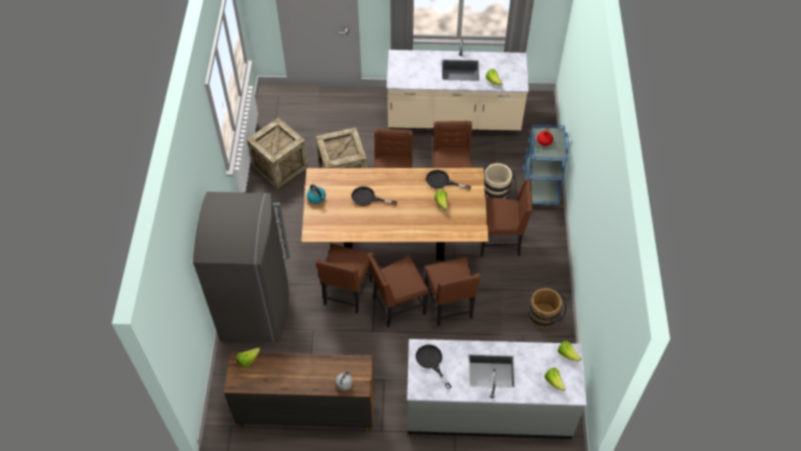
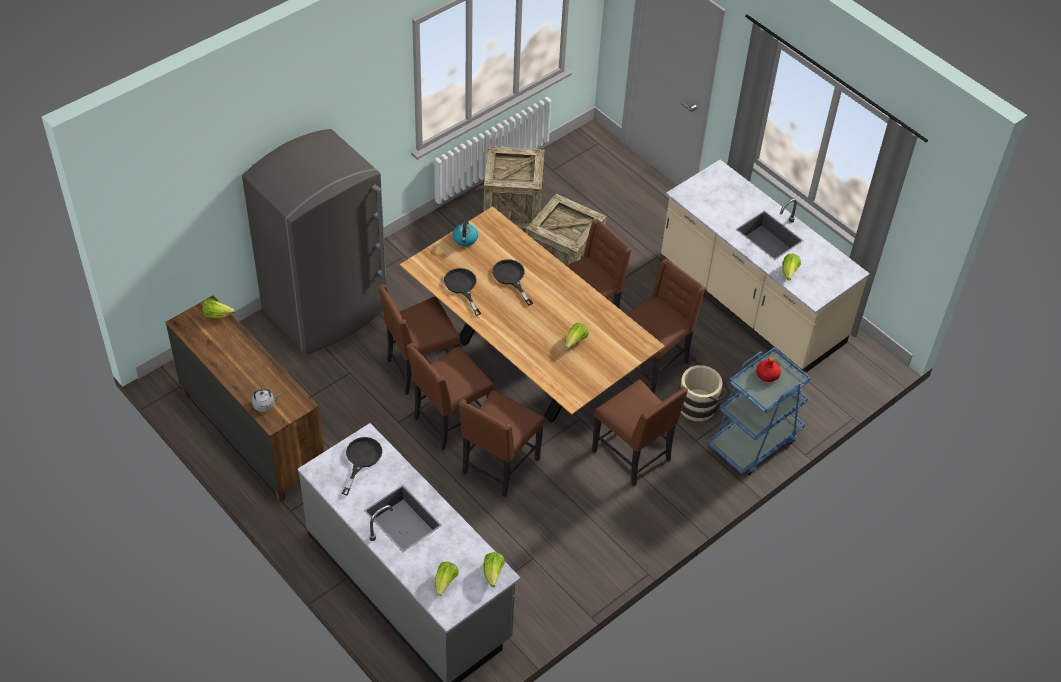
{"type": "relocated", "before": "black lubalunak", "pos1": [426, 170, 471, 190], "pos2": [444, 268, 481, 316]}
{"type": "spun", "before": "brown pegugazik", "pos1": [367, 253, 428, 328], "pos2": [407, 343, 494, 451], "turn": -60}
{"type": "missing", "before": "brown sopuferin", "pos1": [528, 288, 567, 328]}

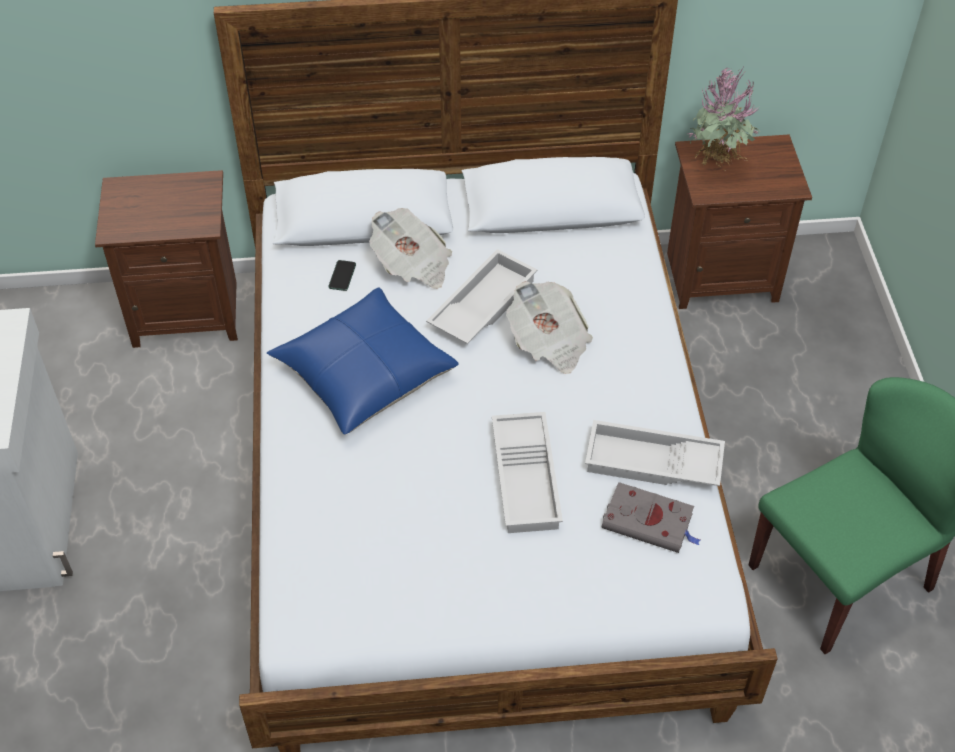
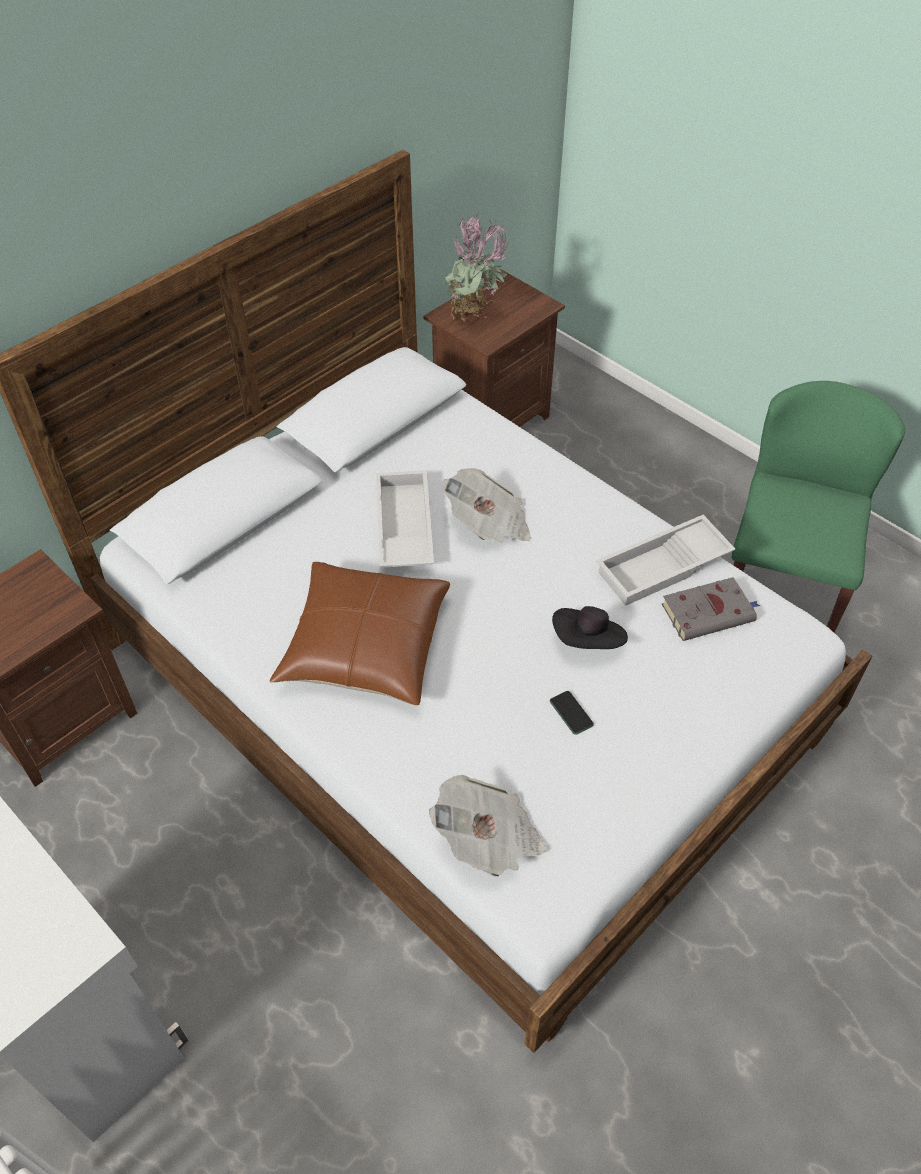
{"type": "relocated", "before": "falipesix", "pos1": [369, 208, 452, 289], "pos2": [429, 775, 546, 877]}
{"type": "relocated", "before": "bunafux", "pos1": [328, 260, 356, 291], "pos2": [550, 691, 594, 735]}
{"type": "colour", "before": "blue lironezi", "after": "brown lironezi", "pos1": [267, 287, 459, 435], "pos2": [270, 562, 450, 706]}
{"type": "exchanged", "before": "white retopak", "after": "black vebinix", "pos1": [492, 412, 563, 533], "pos2": [552, 606, 628, 649]}

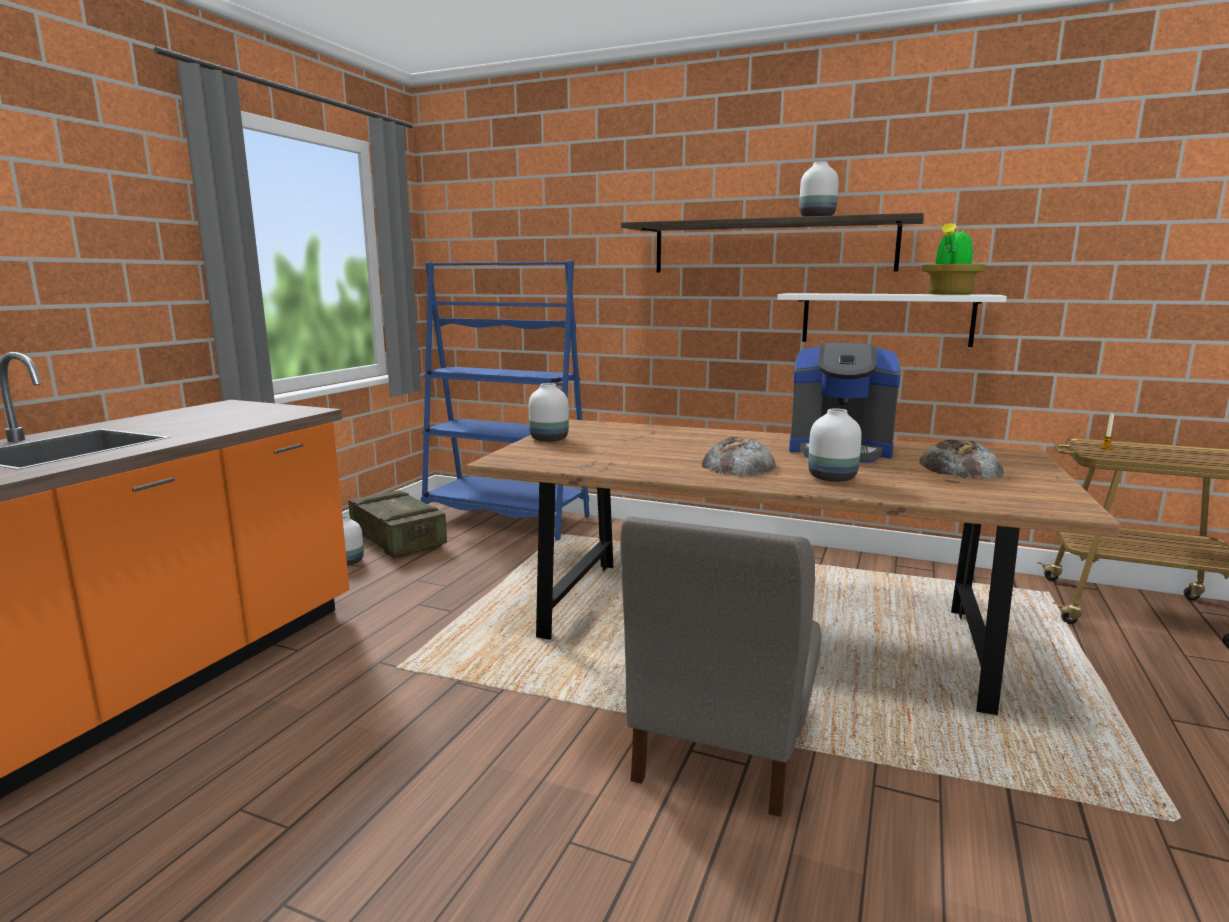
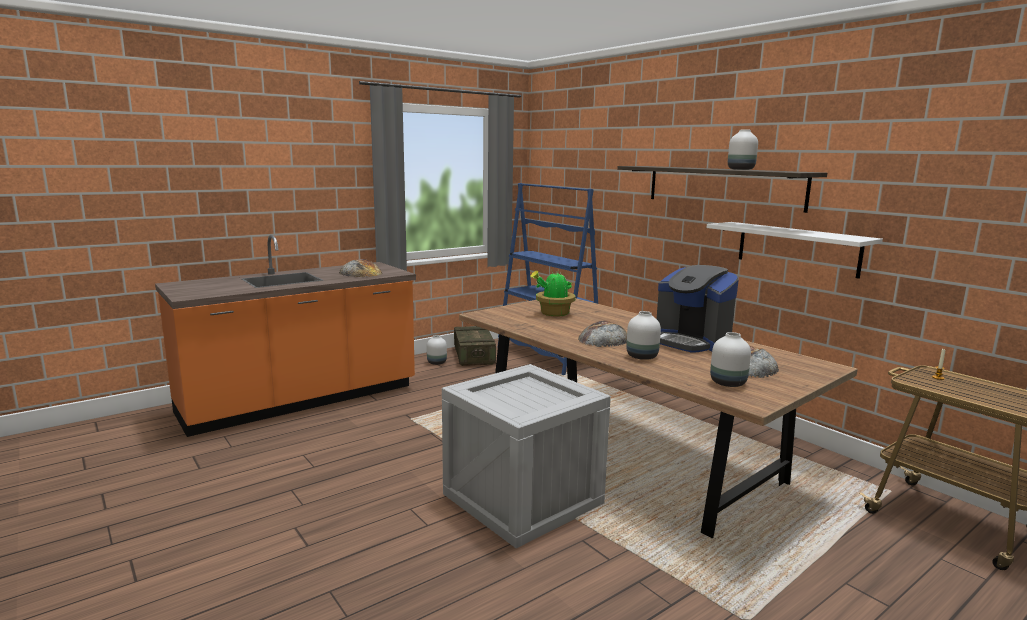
{"type": "relocated", "before": "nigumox", "pos1": [921, 223, 986, 295], "pos2": [531, 269, 576, 317]}
{"type": "relocated", "before": "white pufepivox", "pos1": [529, 383, 569, 442], "pos2": [710, 332, 751, 387]}
{"type": "exchanged", "before": "grey pegugazik", "after": "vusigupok", "pos1": [620, 516, 821, 817], "pos2": [442, 364, 611, 548]}
{"type": "appeared", "after": "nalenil", "pos2": [339, 259, 382, 277]}

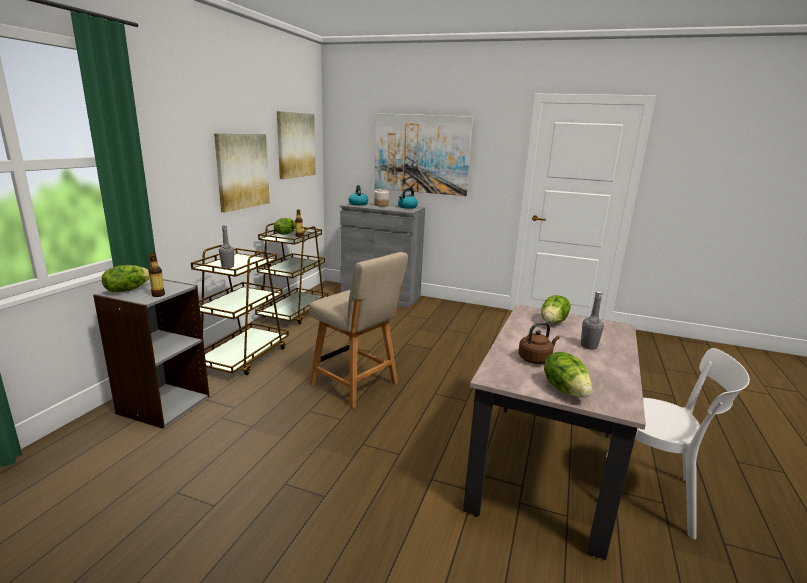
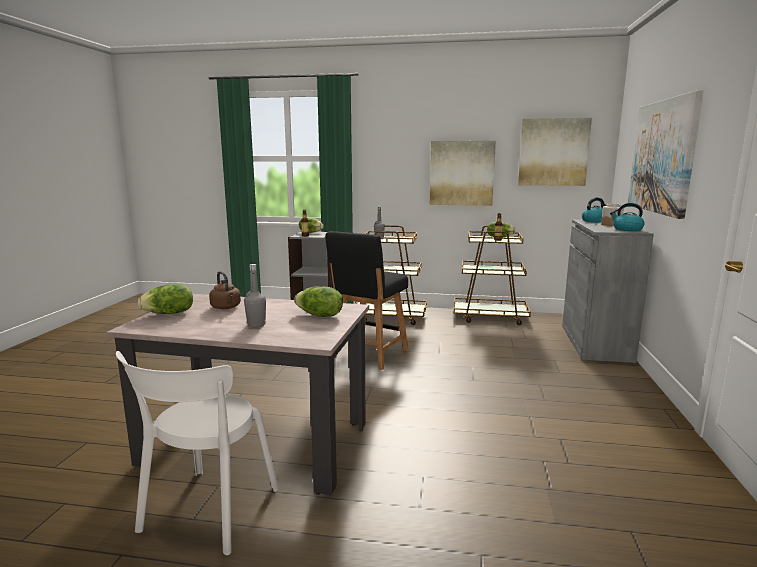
{"type": "colour", "before": "beige pegugazik", "after": "black pegugazik", "pos1": [309, 252, 408, 408], "pos2": [325, 231, 409, 370]}

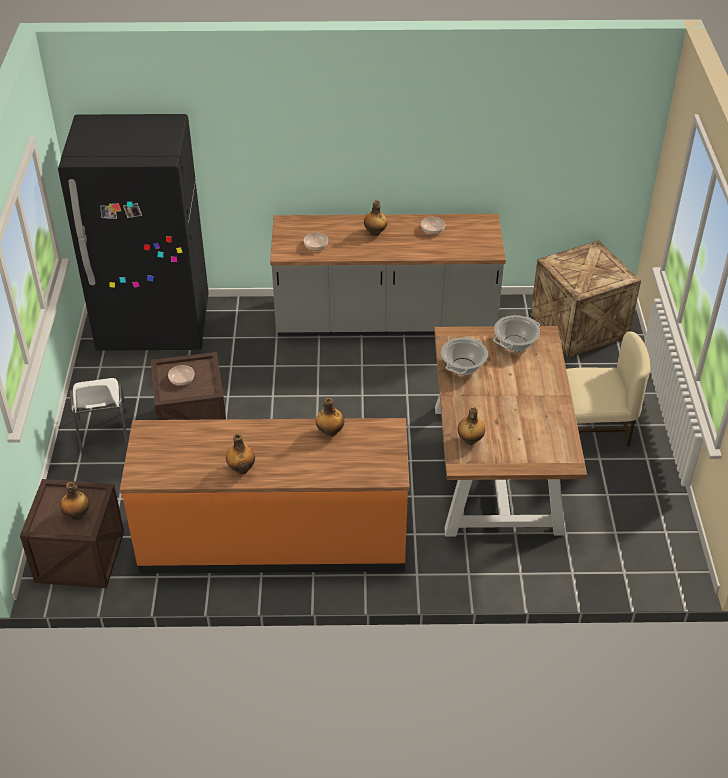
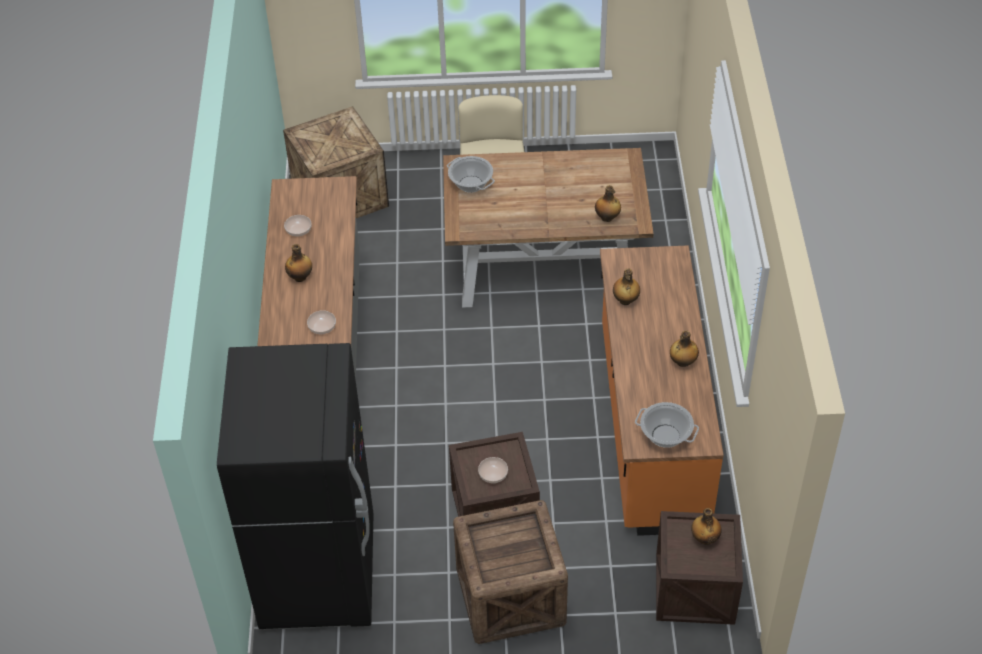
{"type": "relocated", "before": "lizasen", "pos1": [441, 337, 488, 375], "pos2": [635, 402, 699, 448]}
{"type": "exchanged", "before": "white pegugazik", "after": "vusigupok", "pos1": [70, 378, 128, 455], "pos2": [453, 500, 568, 644]}

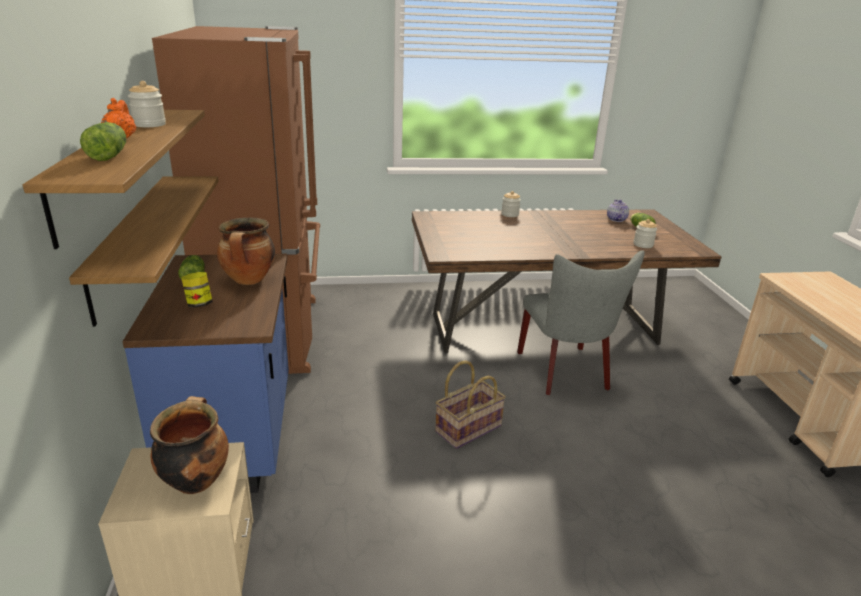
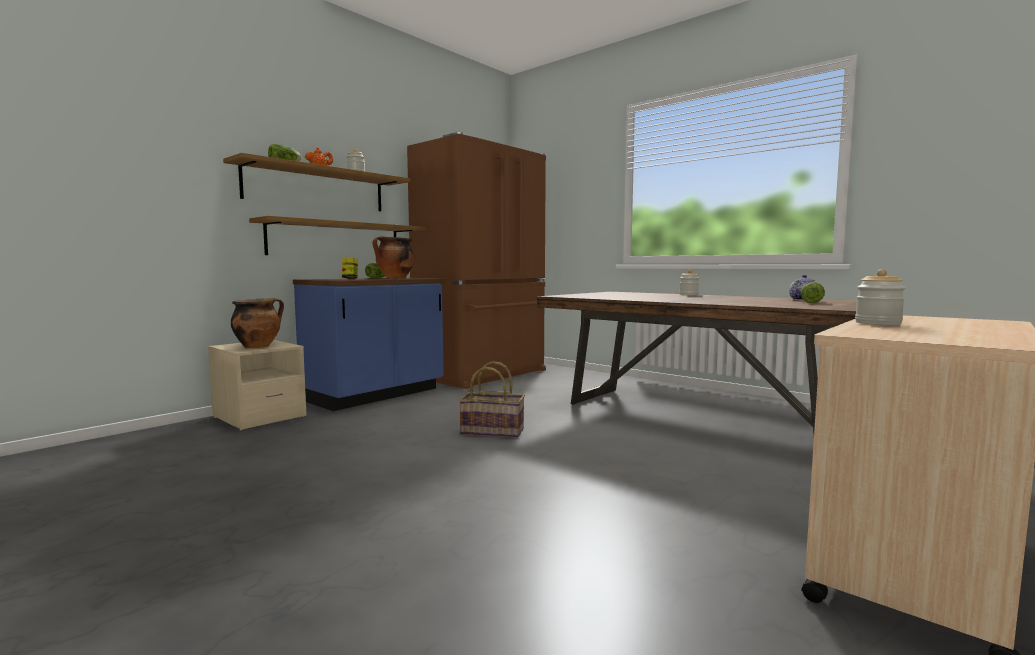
{"type": "relocated", "before": "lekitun", "pos1": [633, 219, 657, 248], "pos2": [855, 269, 905, 325]}
{"type": "missing", "before": "grey pegugazik", "pos1": [517, 250, 645, 395]}

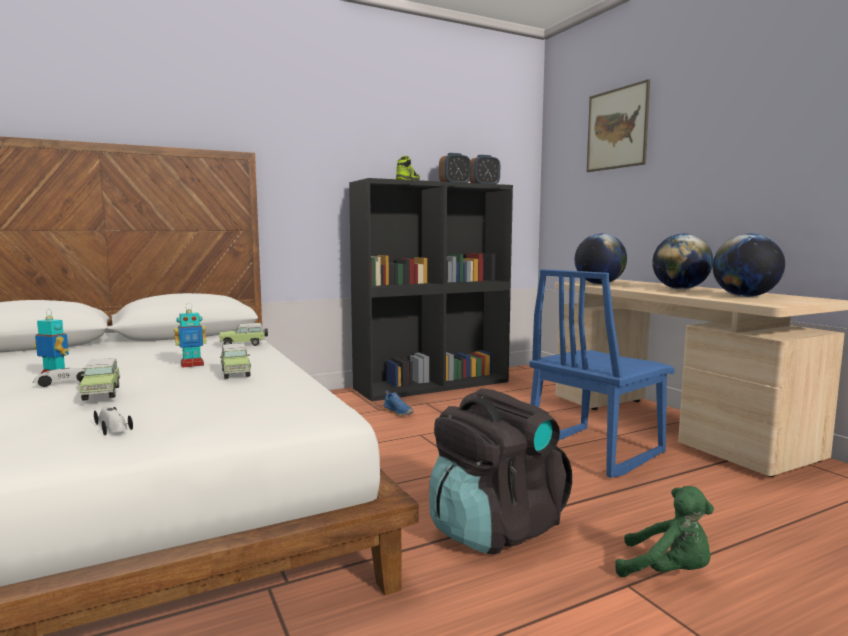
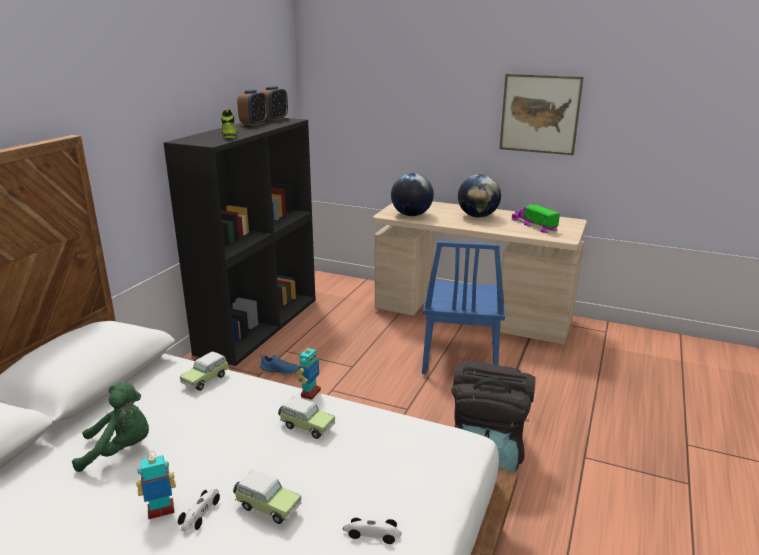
{"type": "relocated", "before": "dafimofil", "pos1": [587, 79, 650, 172], "pos2": [499, 74, 584, 155]}
{"type": "exchanged", "before": "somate", "after": "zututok", "pos1": [713, 233, 785, 297], "pos2": [511, 204, 560, 233]}
{"type": "relocated", "before": "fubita", "pos1": [174, 303, 206, 368], "pos2": [297, 345, 321, 400]}
{"type": "relocated", "before": "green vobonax", "pos1": [615, 486, 714, 577], "pos2": [72, 382, 149, 472]}

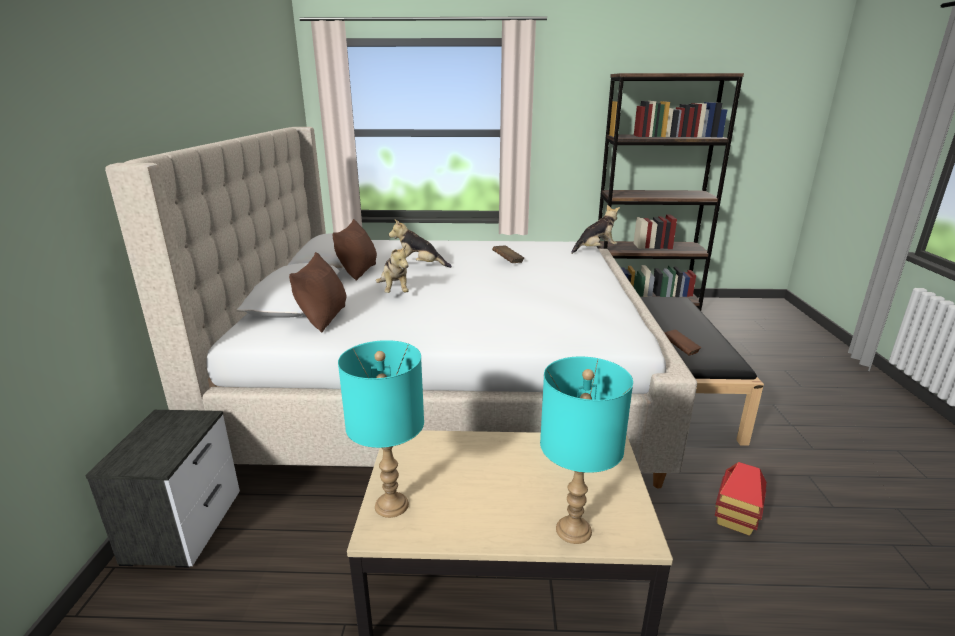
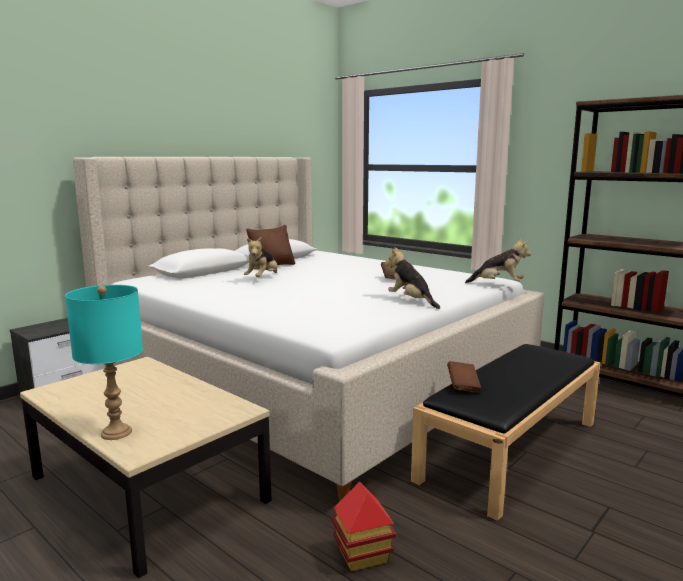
{"type": "relocated", "before": "vobonax", "pos1": [389, 219, 452, 268], "pos2": [385, 247, 440, 309]}
{"type": "missing", "before": "brown lironezi", "pos1": [289, 252, 346, 332]}
{"type": "missing", "before": "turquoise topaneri", "pos1": [338, 340, 424, 518]}

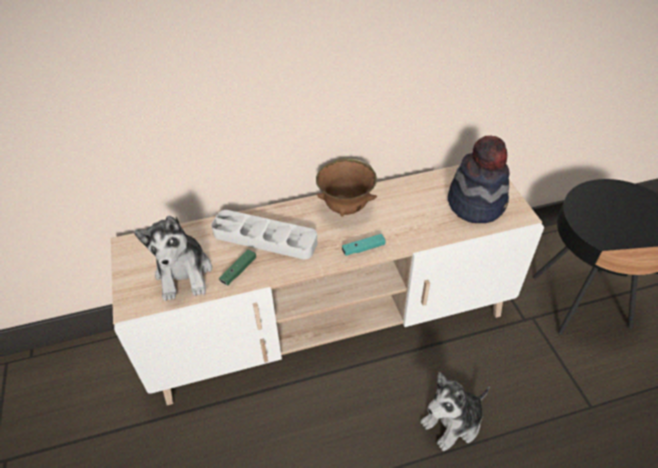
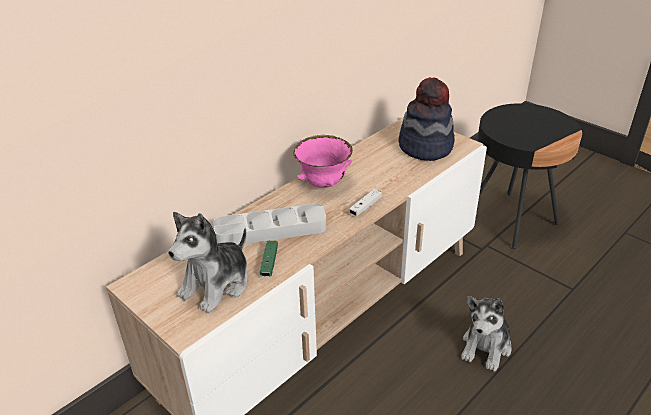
{"type": "colour", "before": "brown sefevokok", "after": "pink sefevokok", "pos1": [316, 158, 377, 217], "pos2": [293, 135, 353, 188]}
{"type": "spun", "before": "vobonax", "pos1": [134, 215, 212, 301], "pos2": [168, 212, 248, 313], "turn": 75}
{"type": "colour", "before": "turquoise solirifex", "after": "white solirifex", "pos1": [342, 234, 386, 256], "pos2": [349, 189, 382, 216]}

